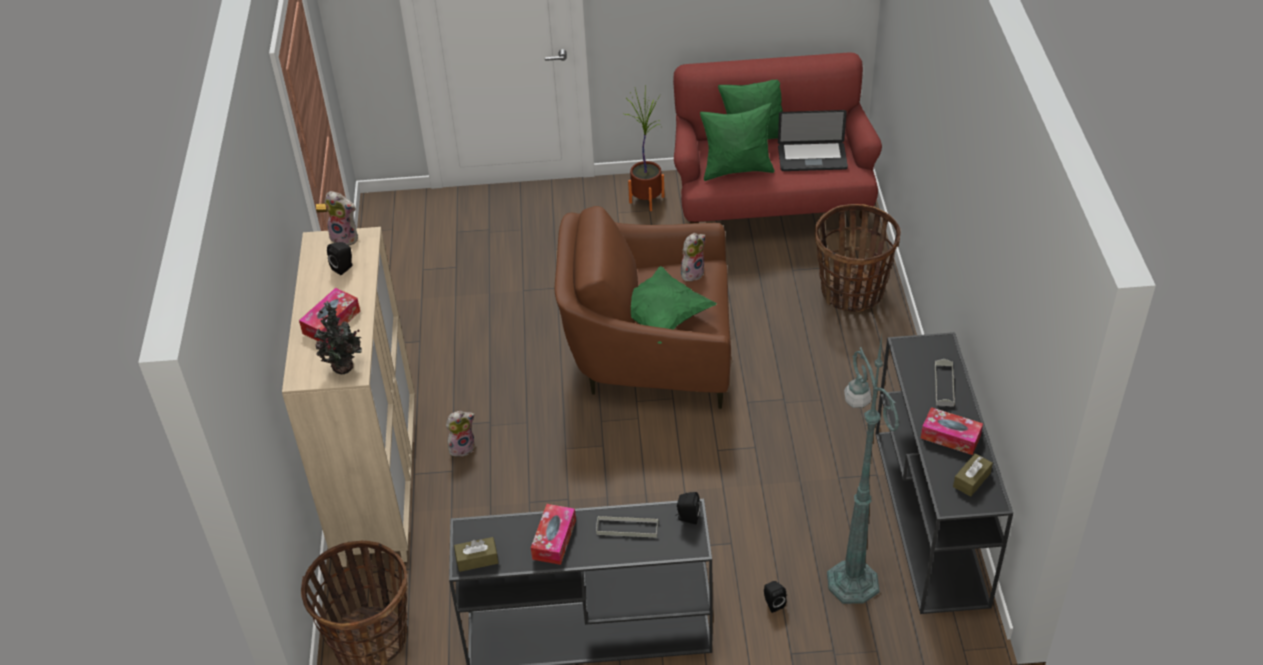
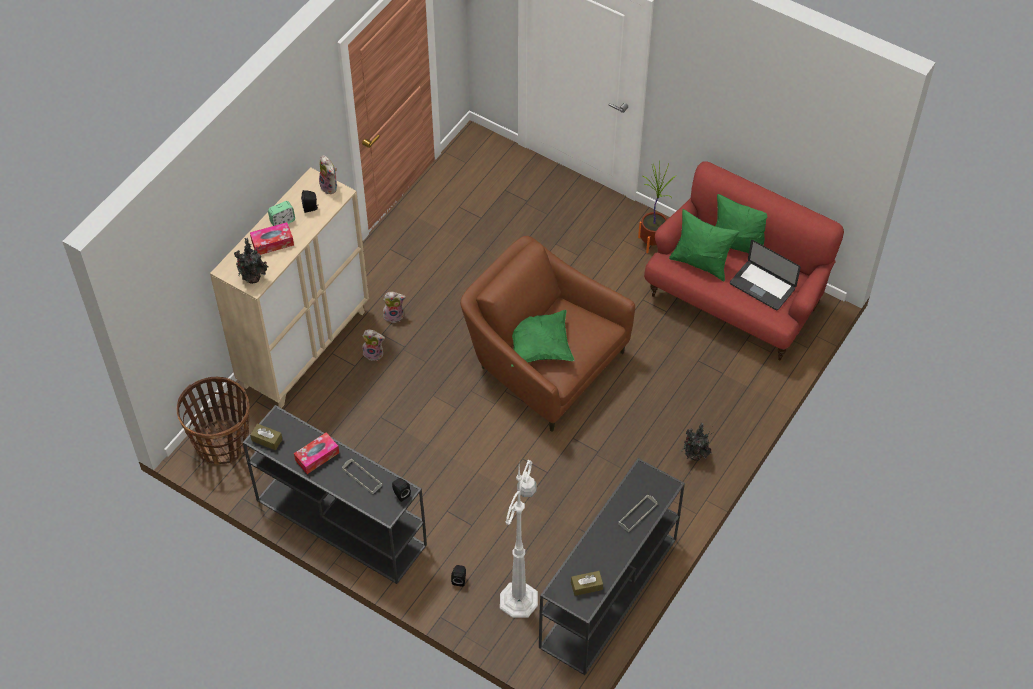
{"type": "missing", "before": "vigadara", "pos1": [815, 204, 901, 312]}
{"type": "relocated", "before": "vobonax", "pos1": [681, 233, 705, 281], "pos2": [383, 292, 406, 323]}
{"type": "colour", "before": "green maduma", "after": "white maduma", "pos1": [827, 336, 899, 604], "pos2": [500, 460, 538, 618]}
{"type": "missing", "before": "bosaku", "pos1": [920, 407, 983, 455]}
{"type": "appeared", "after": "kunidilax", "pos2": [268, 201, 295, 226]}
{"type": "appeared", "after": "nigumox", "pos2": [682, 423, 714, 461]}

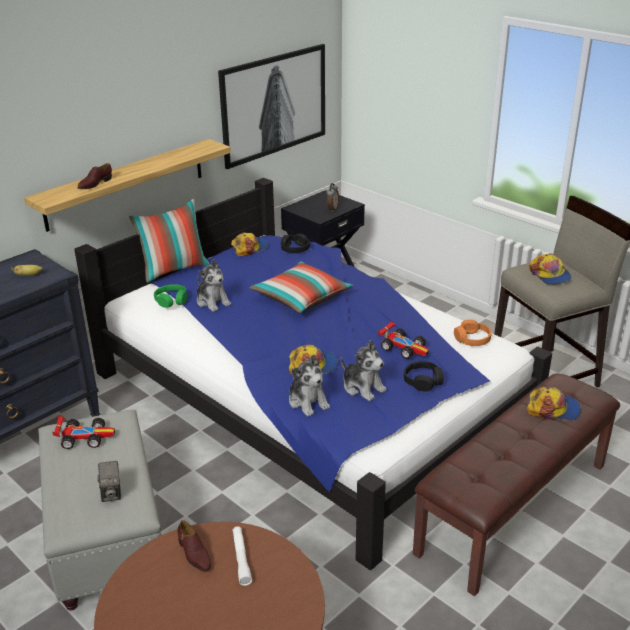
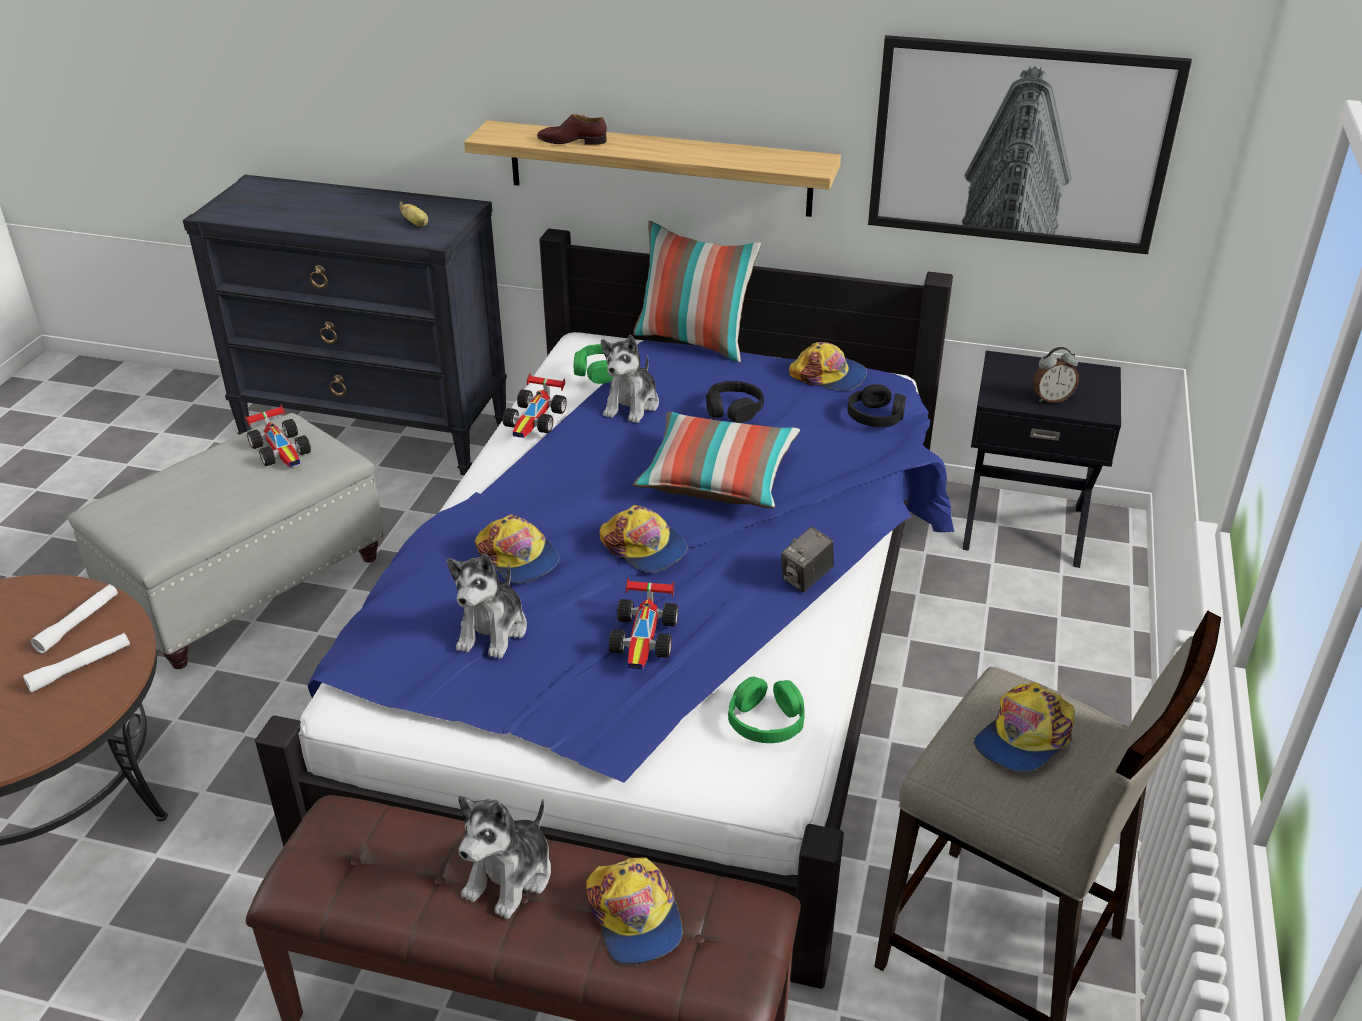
{"type": "colour", "before": "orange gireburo", "after": "green gireburo", "pos1": [454, 320, 492, 346], "pos2": [728, 677, 805, 743]}
{"type": "relocated", "before": "vobonax", "pos1": [289, 354, 330, 417], "pos2": [459, 796, 551, 919]}
{"type": "relocated", "before": "black gireburo", "pos1": [404, 361, 443, 392], "pos2": [706, 381, 764, 423]}
{"type": "relocated", "before": "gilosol", "pos1": [97, 461, 121, 502], "pos2": [781, 527, 834, 592]}
{"type": "exchanged", "before": "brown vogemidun", "after": "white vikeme", "pos1": [178, 520, 211, 572], "pos2": [31, 584, 118, 653]}
{"type": "appeared", "after": "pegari", "pos2": [503, 373, 567, 438]}
{"type": "appeared", "after": "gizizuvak", "pos2": [599, 505, 688, 573]}

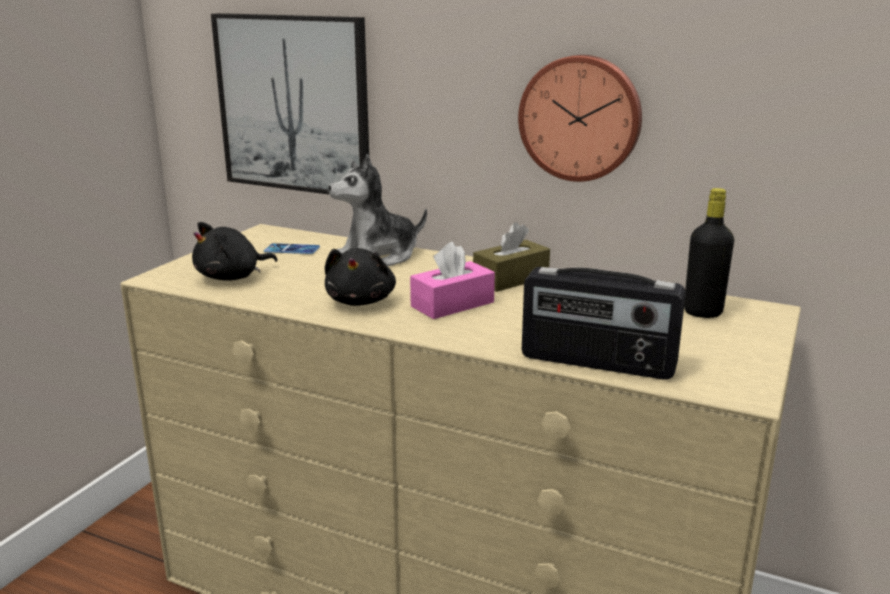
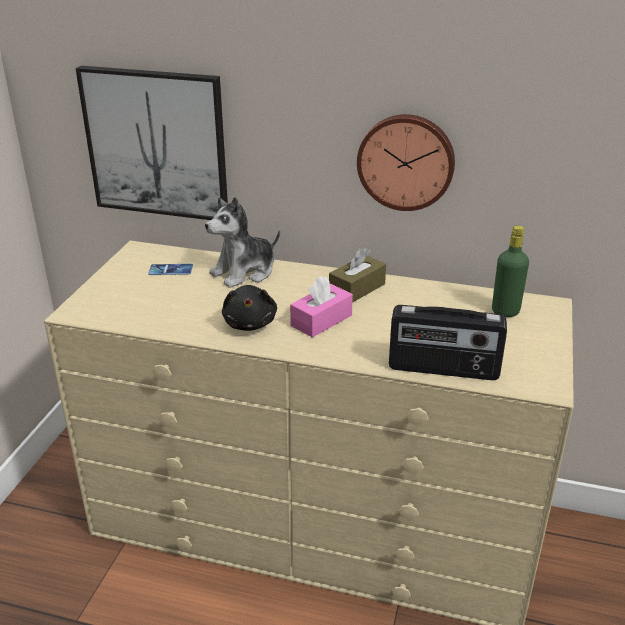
{"type": "colour", "before": "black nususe", "after": "green nususe", "pos1": [684, 188, 734, 318], "pos2": [492, 226, 529, 317]}
{"type": "missing", "before": "black vobonax", "pos1": [192, 222, 278, 280]}

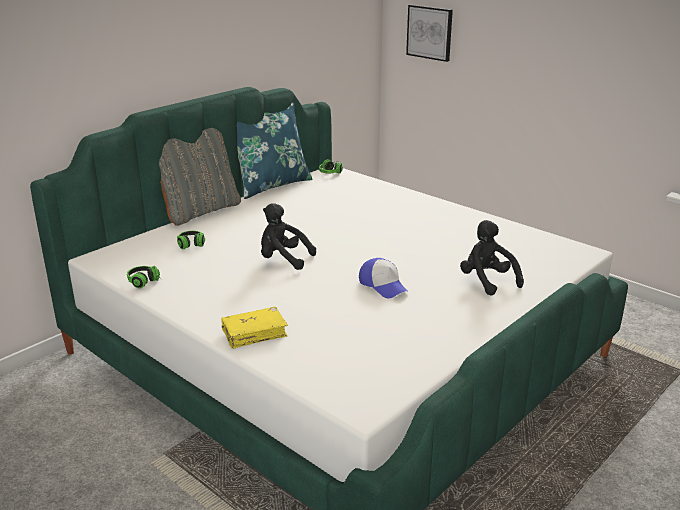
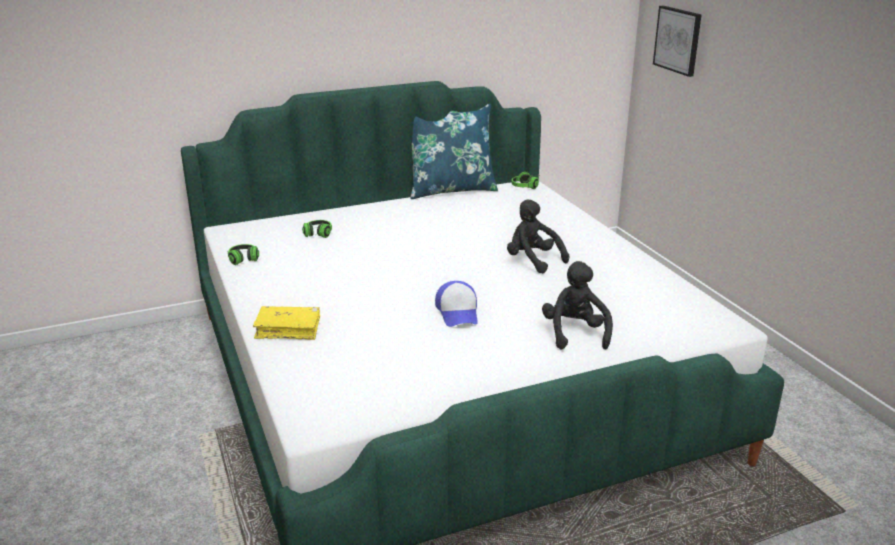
{"type": "missing", "before": "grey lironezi", "pos1": [159, 128, 241, 226]}
{"type": "relocated", "before": "black vobonax", "pos1": [261, 203, 316, 270], "pos2": [507, 199, 570, 273]}

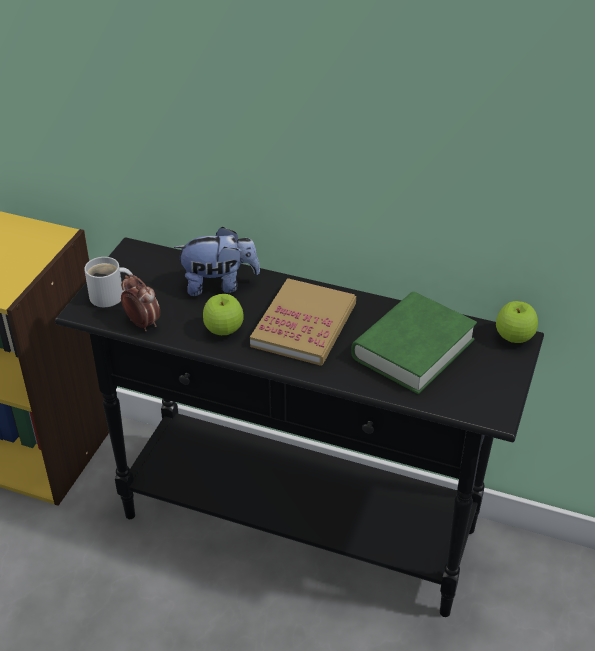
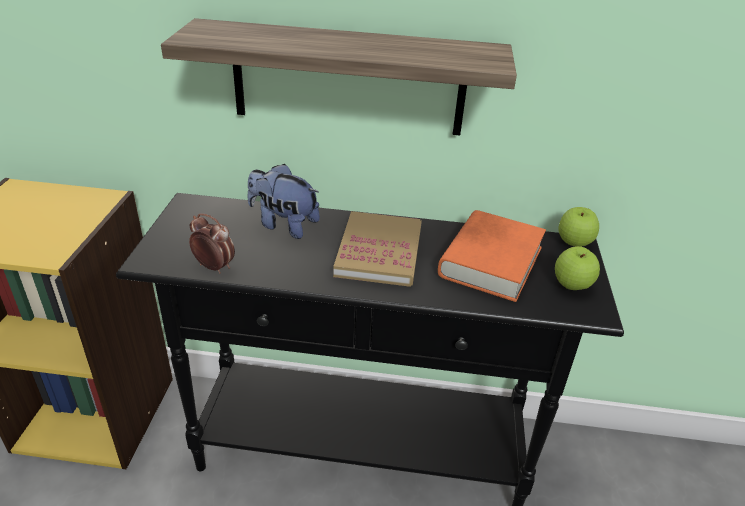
{"type": "spun", "before": "vobonax", "pos1": [174, 227, 260, 296], "pos2": [247, 164, 320, 239], "turn": -135}
{"type": "missing", "before": "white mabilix", "pos1": [84, 257, 133, 307]}
{"type": "colour", "before": "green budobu", "after": "orange budobu", "pos1": [351, 292, 477, 394], "pos2": [438, 210, 546, 302]}
{"type": "relocated", "before": "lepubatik", "pos1": [203, 294, 243, 335], "pos2": [555, 246, 600, 290]}
{"type": "appeared", "after": "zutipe", "pos2": [161, 18, 517, 135]}

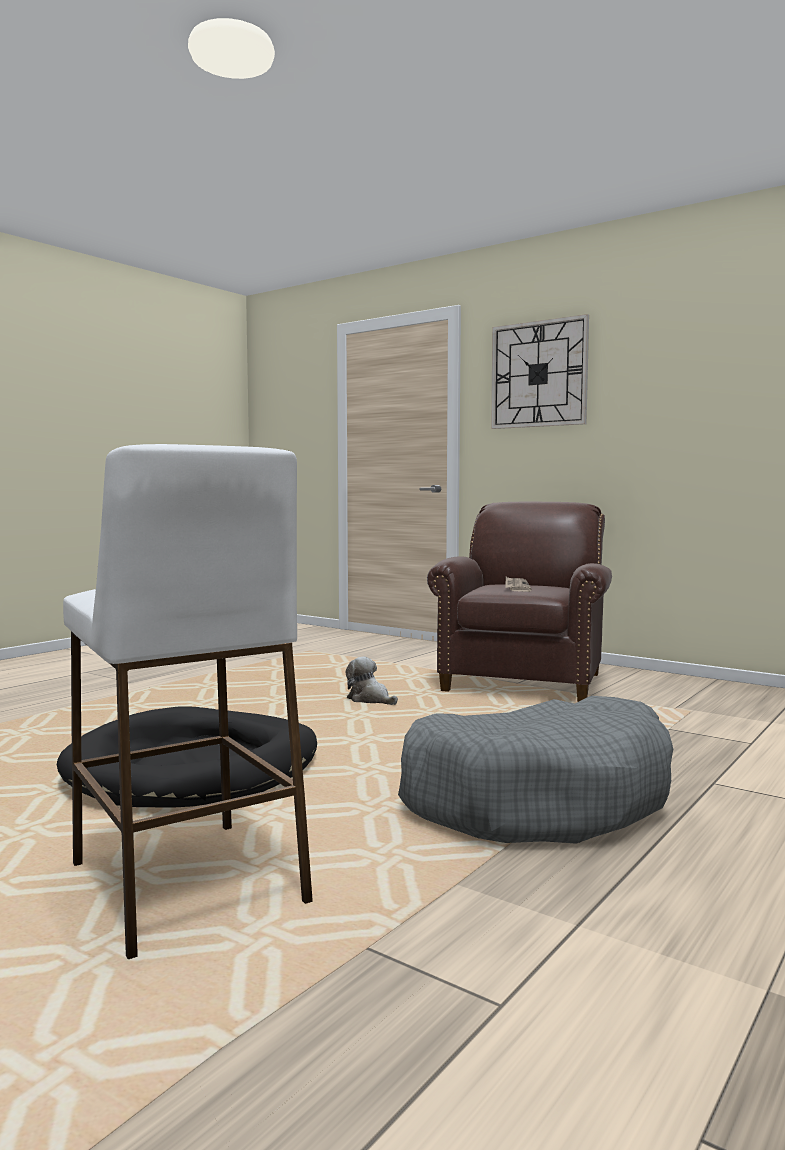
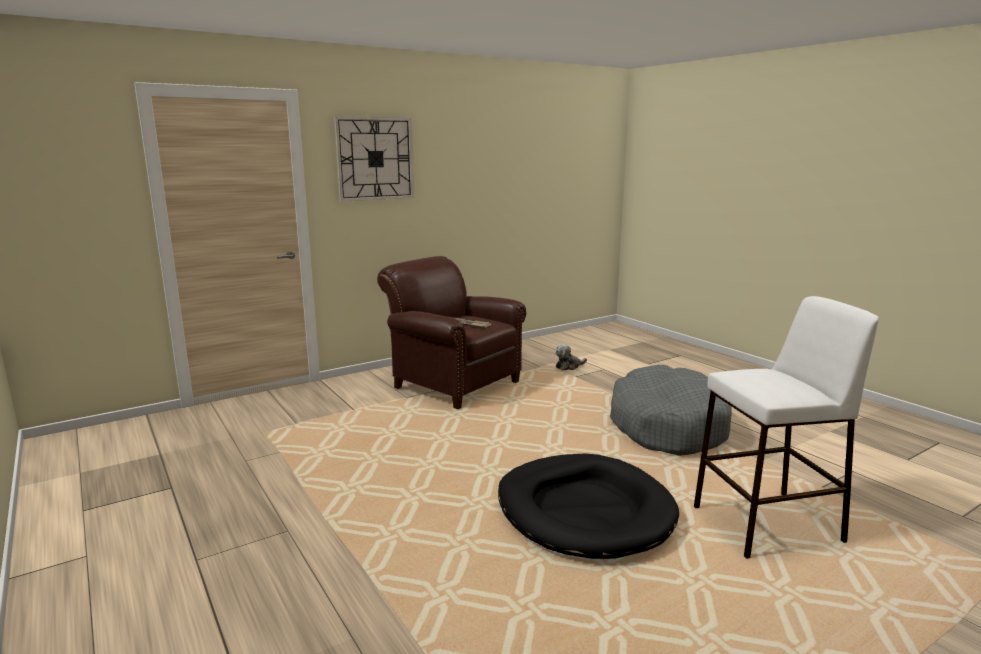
{"type": "relocated", "before": "vobonax", "pos1": [345, 657, 398, 705], "pos2": [555, 344, 587, 371]}

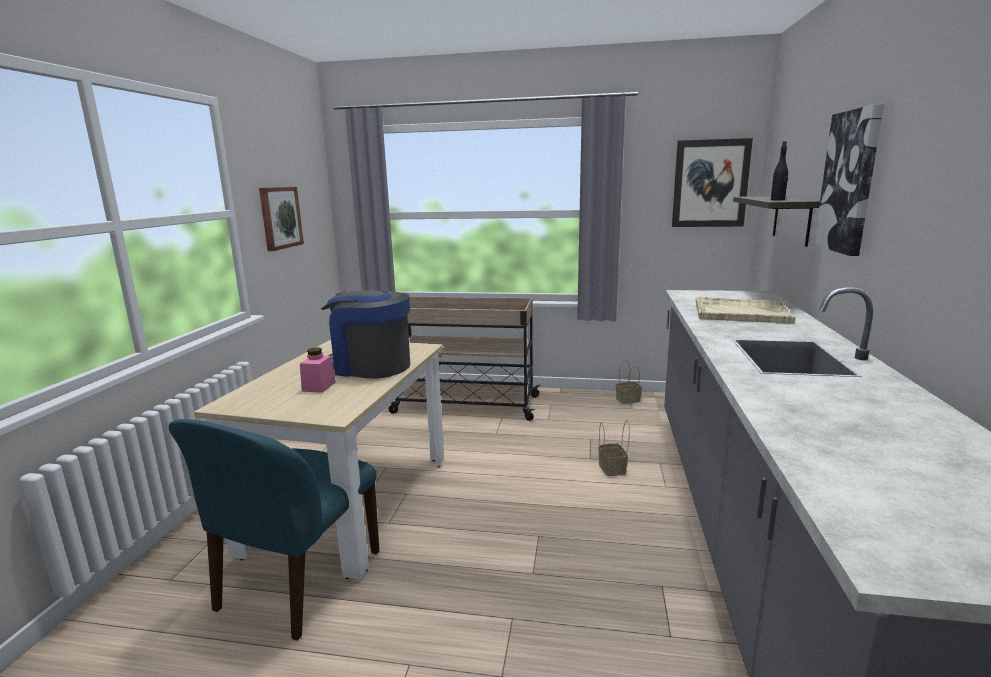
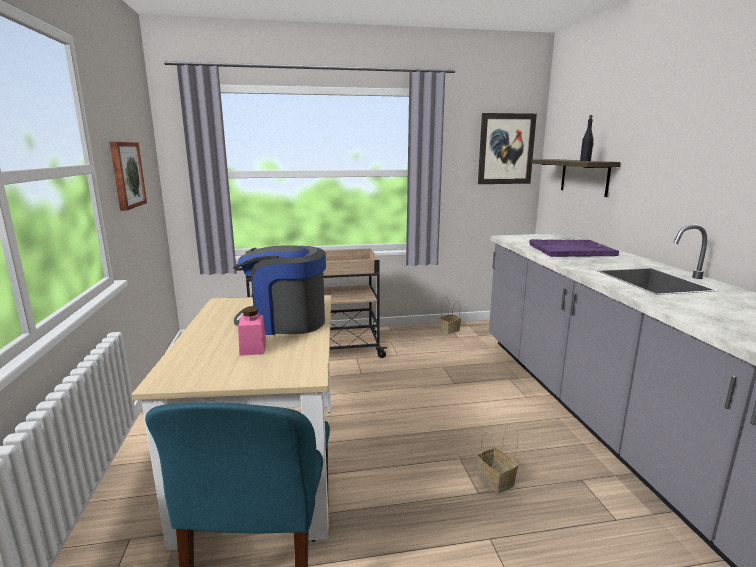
{"type": "missing", "before": "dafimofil", "pos1": [814, 104, 884, 256]}
{"type": "colour", "before": "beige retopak", "after": "purple retopak", "pos1": [696, 297, 795, 324], "pos2": [529, 239, 619, 257]}
{"type": "relocated", "before": "vigadara", "pos1": [598, 420, 630, 476], "pos2": [477, 422, 518, 493]}

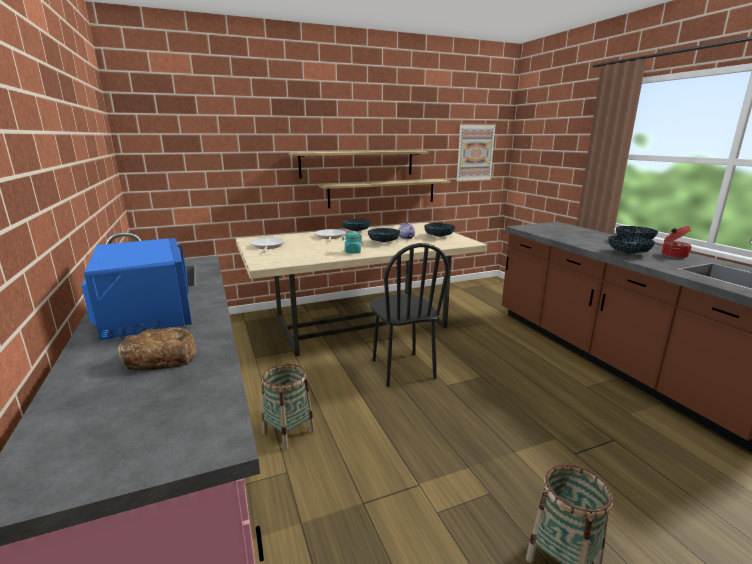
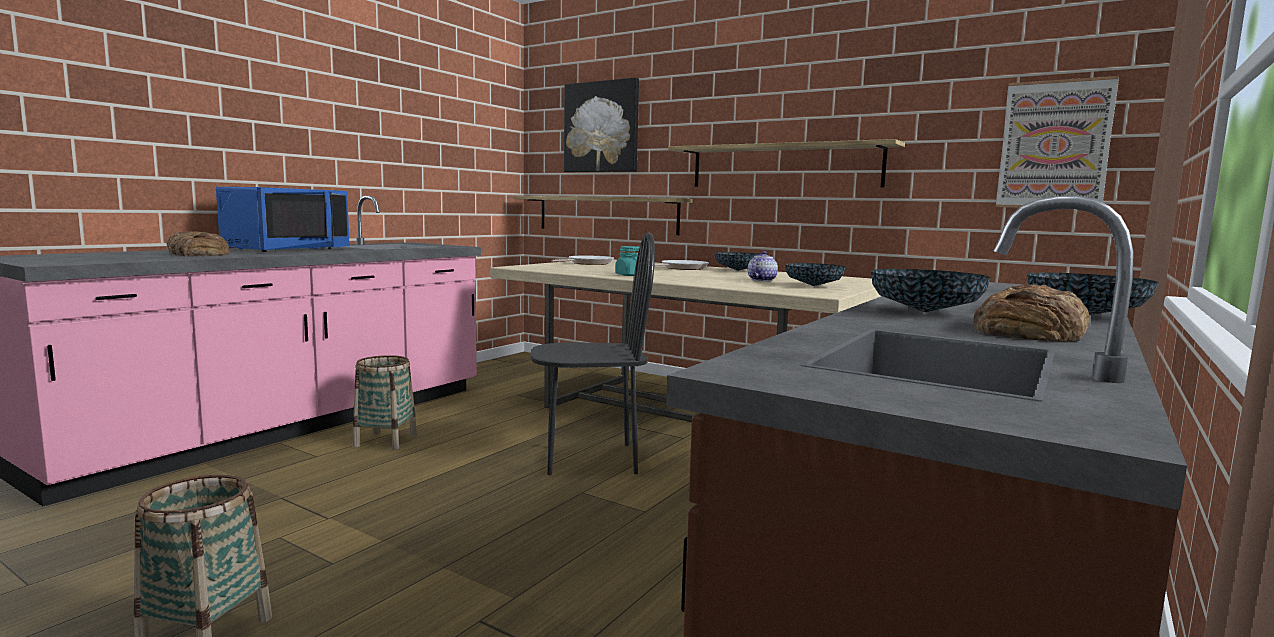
{"type": "relocated", "before": "zutipe", "pos1": [319, 179, 451, 208], "pos2": [514, 196, 693, 235]}
{"type": "exchanged", "before": "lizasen", "after": "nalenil", "pos1": [662, 226, 692, 258], "pos2": [973, 284, 1090, 341]}
{"type": "missing", "before": "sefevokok", "pos1": [368, 228, 400, 243]}
{"type": "spun", "before": "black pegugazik", "pos1": [370, 243, 449, 387], "pos2": [530, 232, 655, 475], "turn": -135}
{"type": "appeared", "after": "dafimofil", "pos2": [564, 78, 639, 172]}

